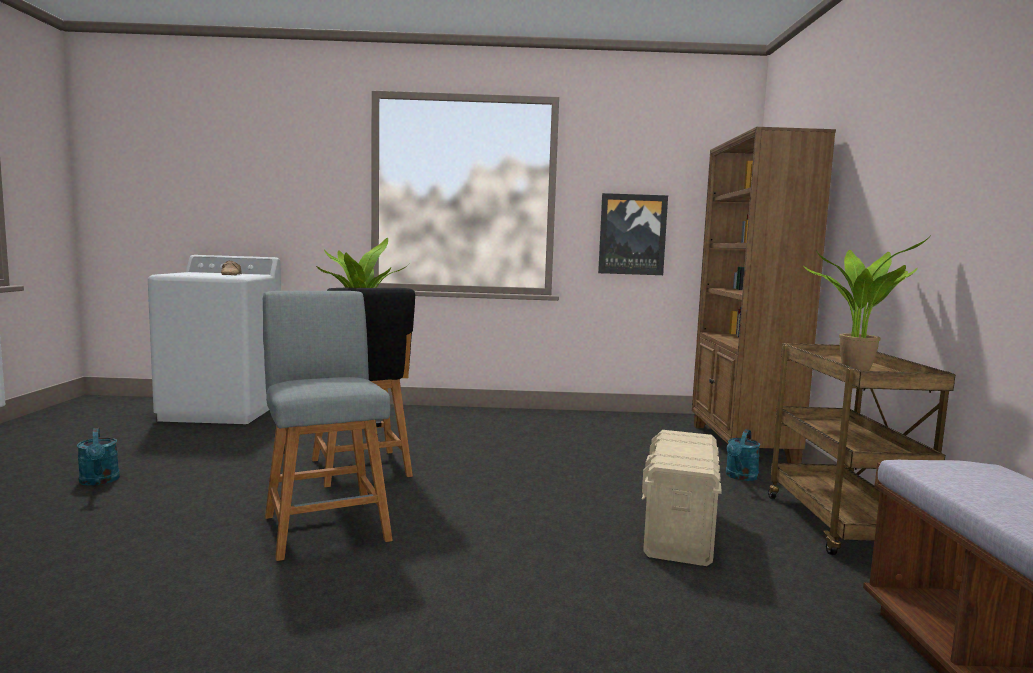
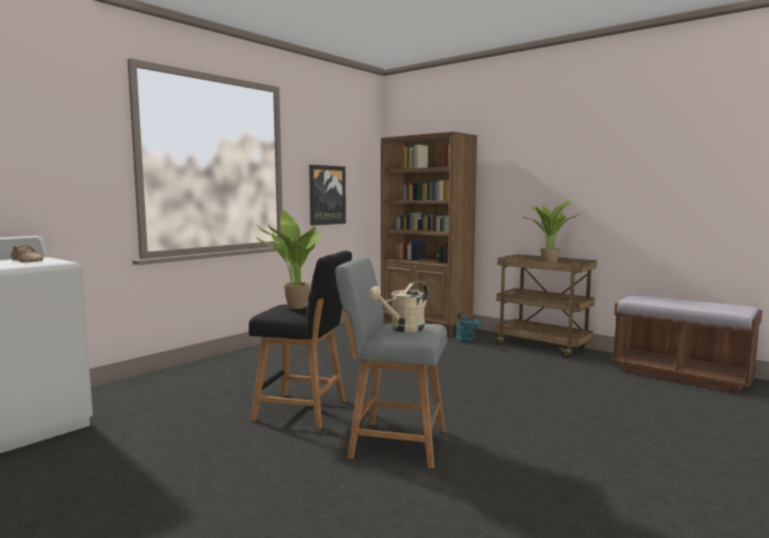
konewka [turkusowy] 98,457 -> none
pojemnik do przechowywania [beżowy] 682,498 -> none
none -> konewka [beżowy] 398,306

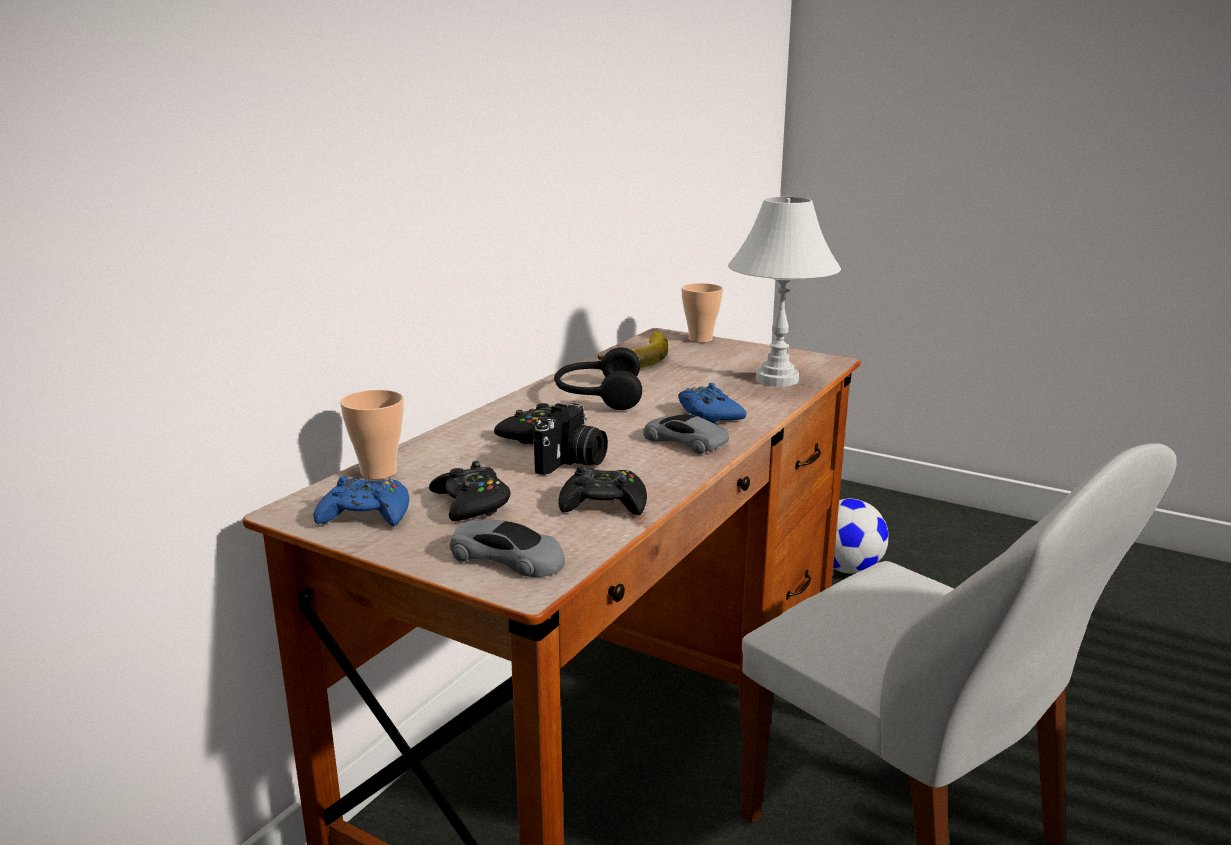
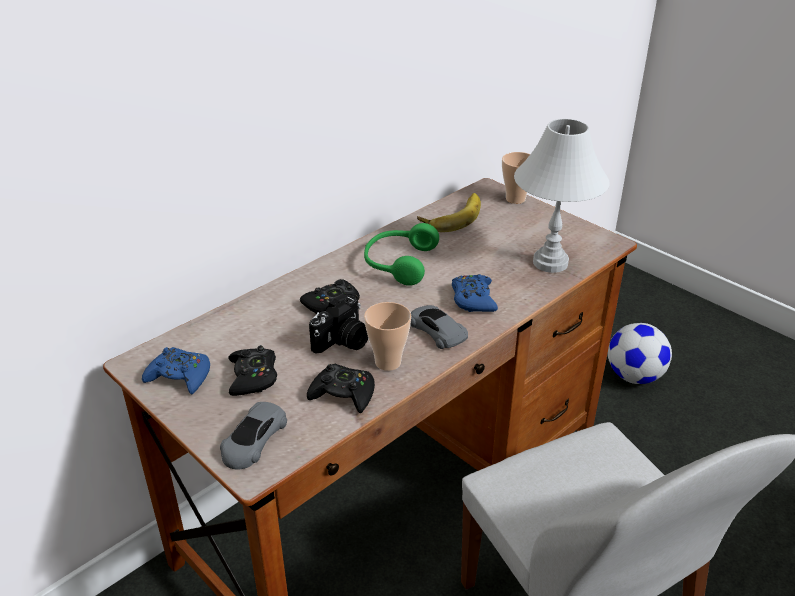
filiżanka 372,435 -> filiżanka 387,336, shifted
słuchawki [czarny] 598,378 -> słuchawki [zielony] 401,254
samochodzik [szary] 507,548 -> samochodzik [szary] 253,436, 75 degrees clockwise

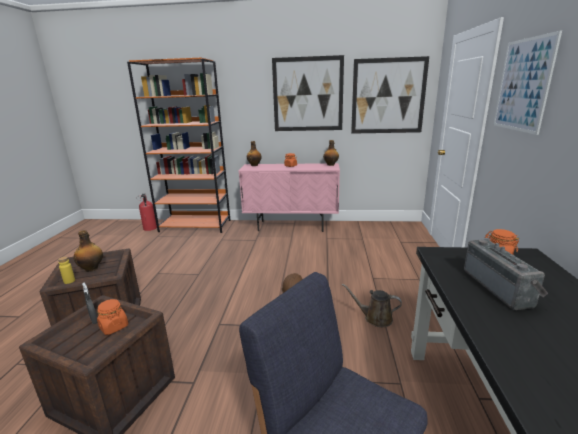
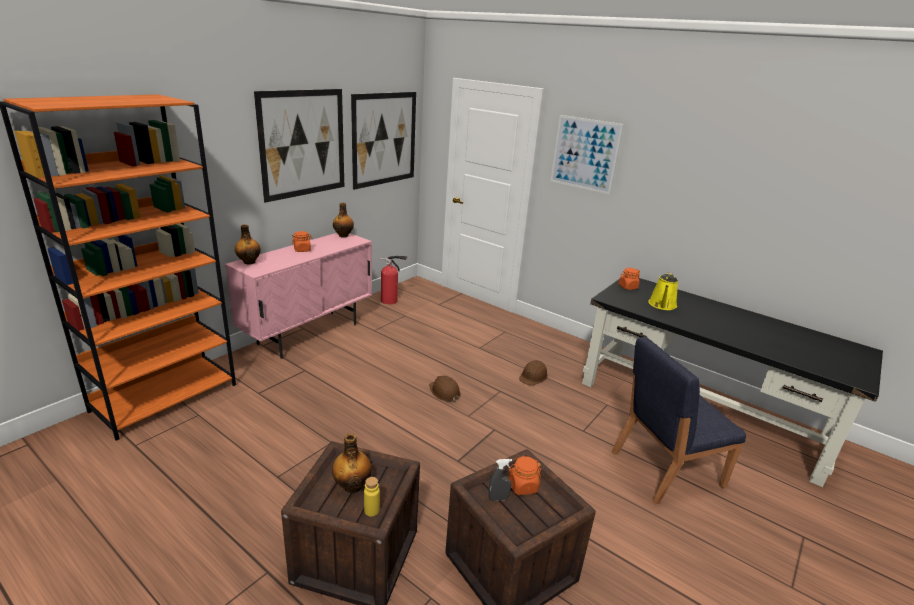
gaśnica 147,212 -> gaśnica 393,280, shifted
konewka [brązowy] 372,305 -> kask [brązowy] 533,373
radio 506,274 -> konewka [żółty] 663,291

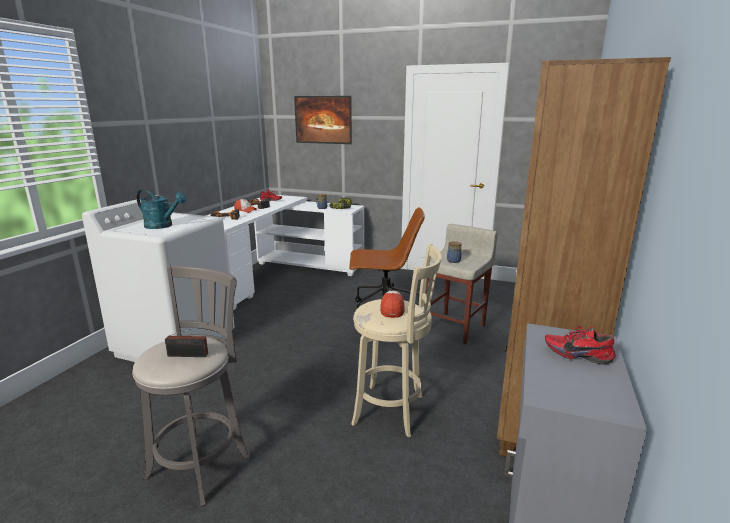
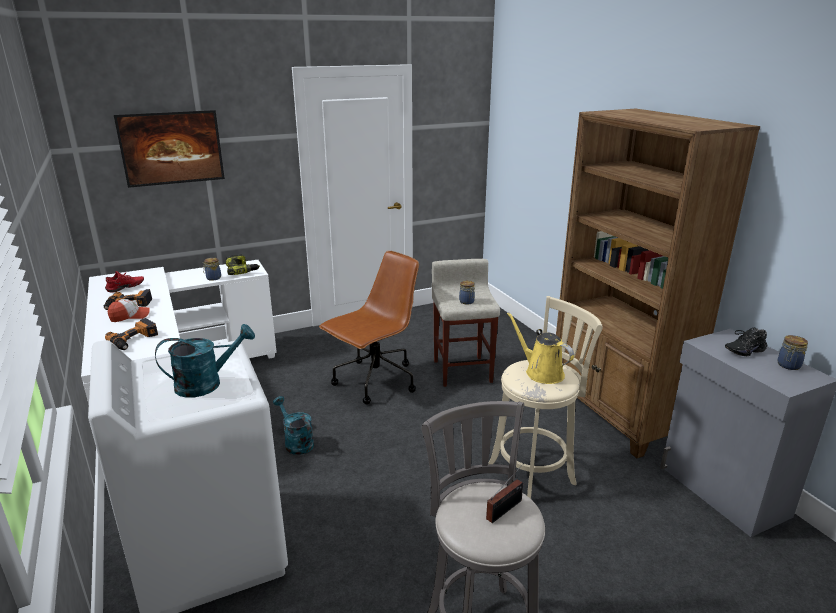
none -> konewka [turkusowy] 293,425
none -> słoik 793,352
czapka z daszkiem 392,304 -> konewka [żółty] 540,348
but [czerwony] 580,345 -> but [czarny] 746,342

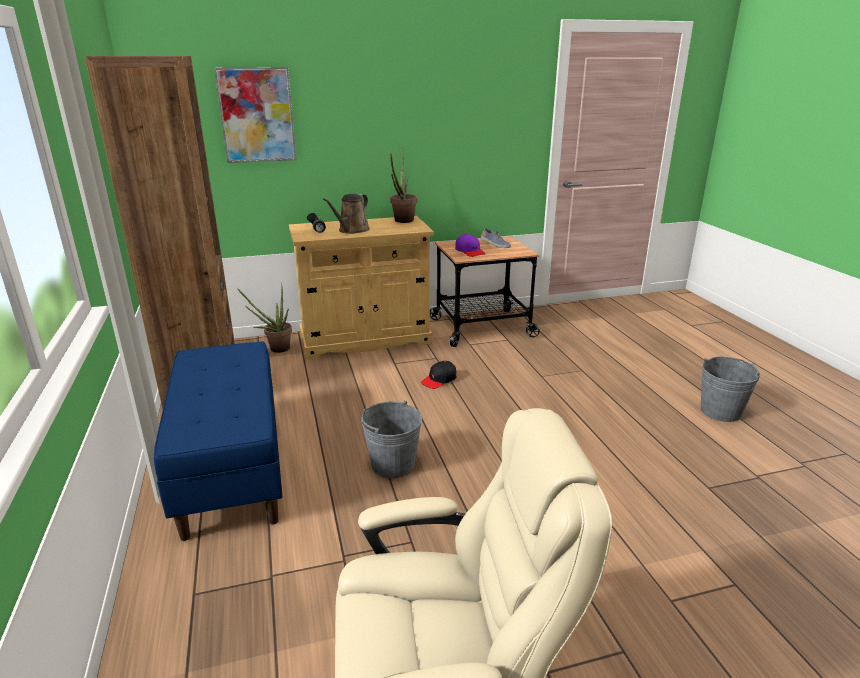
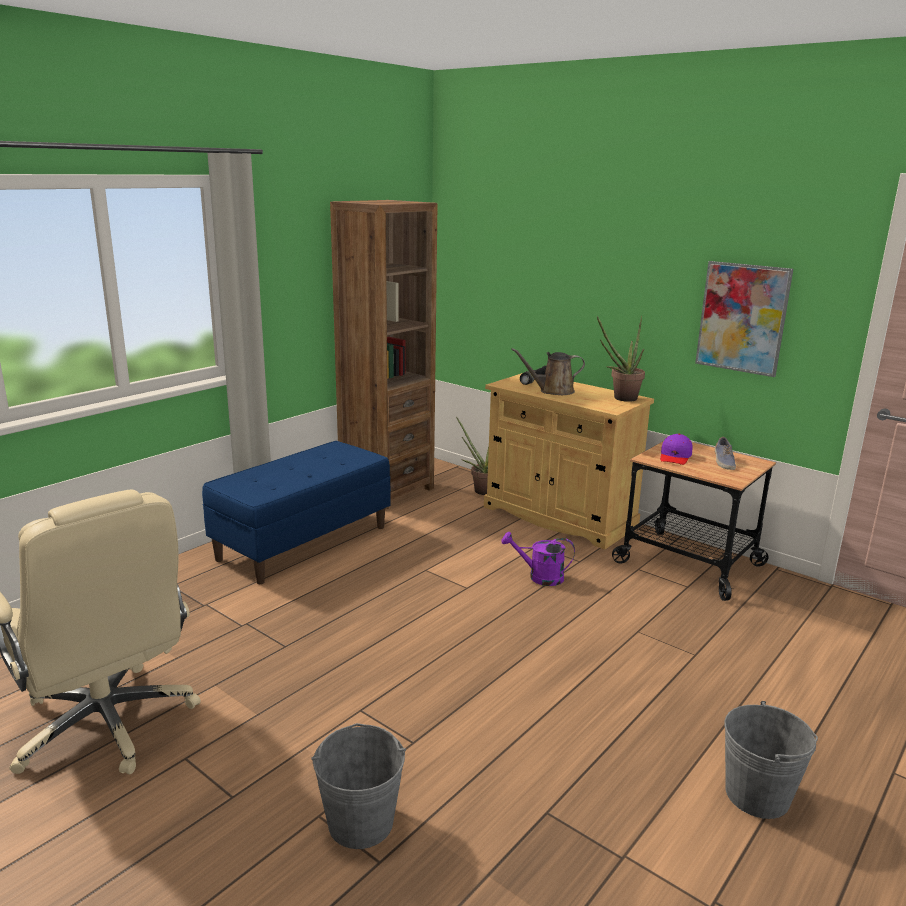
obraz 255,115 -> obraz 744,319, shifted
wiadro [szary] 391,439 -> wiadro [szary] 358,786, shifted
czapka z daszkiem [czarny] 438,375 -> konewka [fioletowy] 538,559

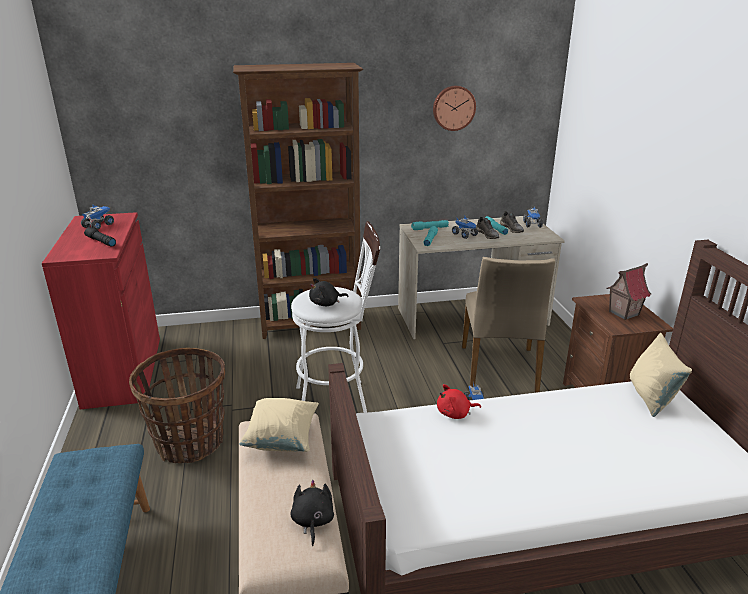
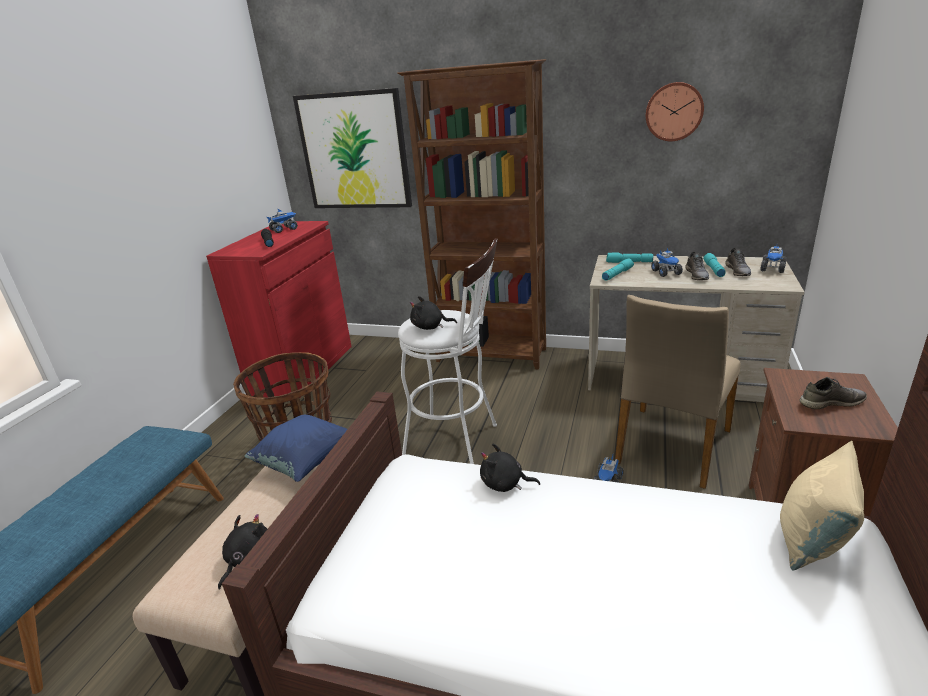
none -> obraz 352,148
domek 628,291 -> but [szary] 833,393
poduszka [beżowy] 279,425 -> poduszka [niebieski] 296,448
pluszak [czerwony] 459,401 -> pluszak [czarny] 510,467

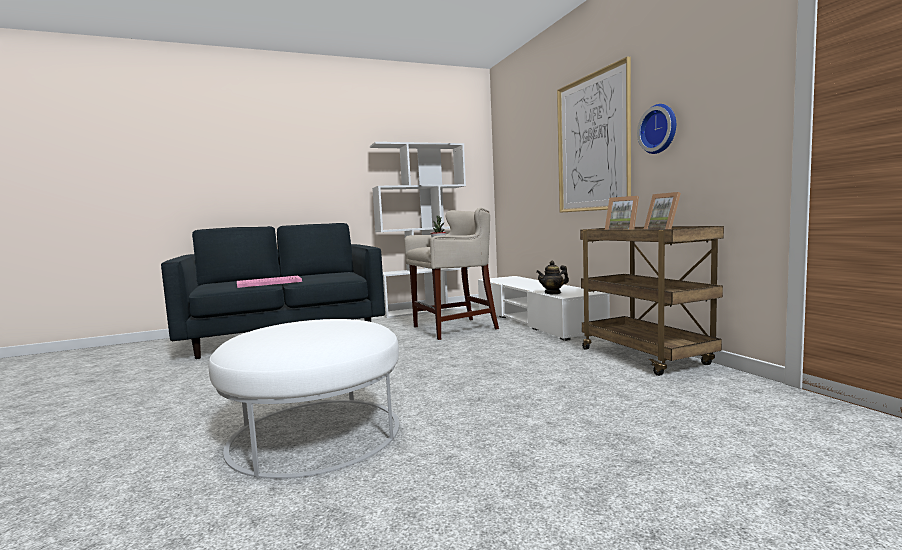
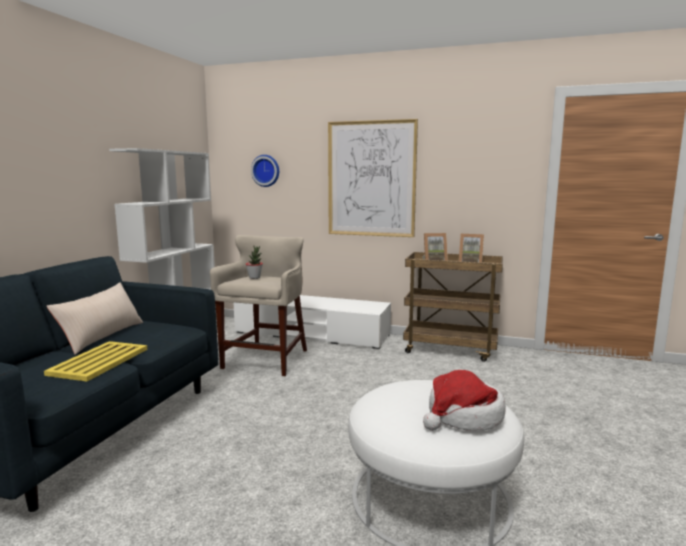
imbryk 552,277 -> none
none -> poduszka [beżowy] 94,318
none -> kapelusz 464,400
zegar ścienny 656,129 -> zegar ścienny 265,171, shifted
taca [różowy] 269,282 -> taca [żółty] 95,361

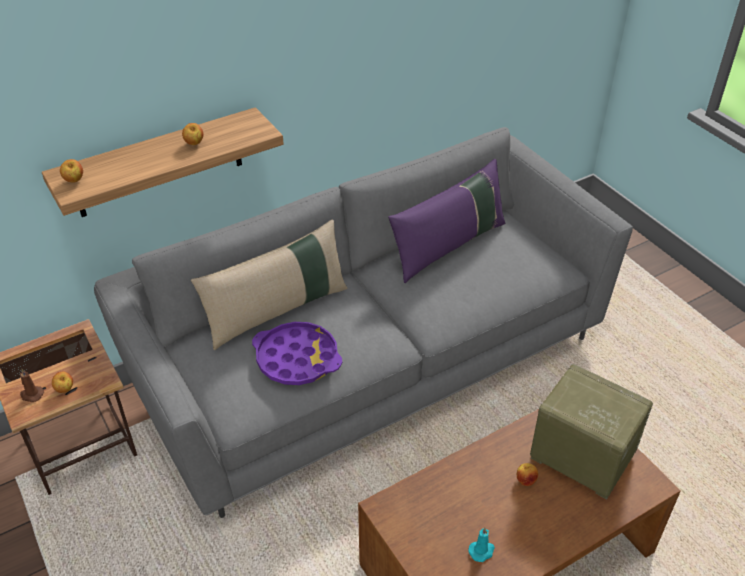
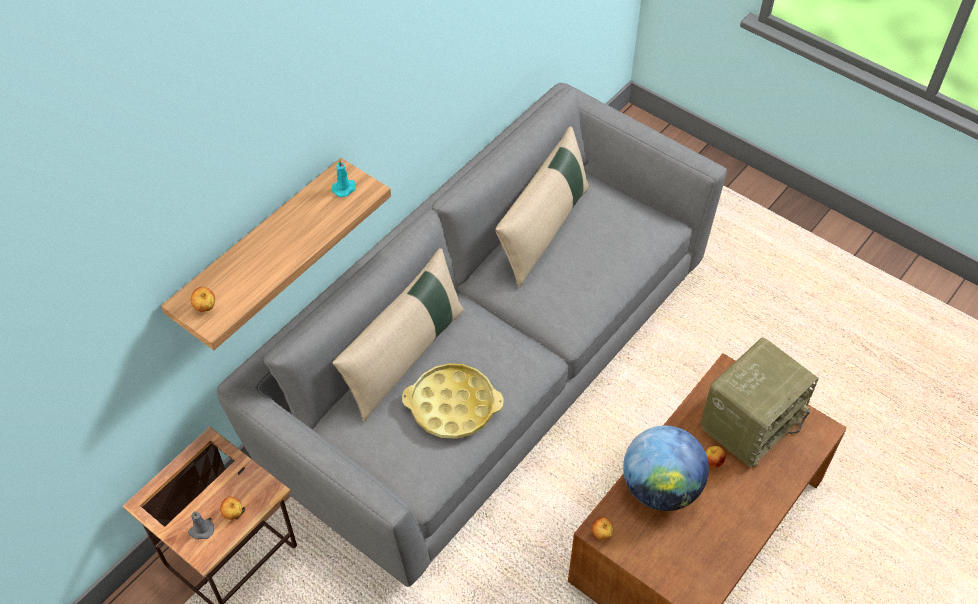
none -> globus 666,468
jabłko 193,134 -> jabłko 602,528, shifted
świeca [turkusowy] 481,545 -> świeca [turkusowy] 344,178, shifted
świeca [brązowy] 32,385 -> świeca [szary] 201,525
taca [fioletowy] 297,353 -> taca [żółty] 452,401
poduszka [fioletowy] 446,221 -> poduszka [beżowy] 542,206
radio 591,432 -> radio 760,402, 120 degrees clockwise

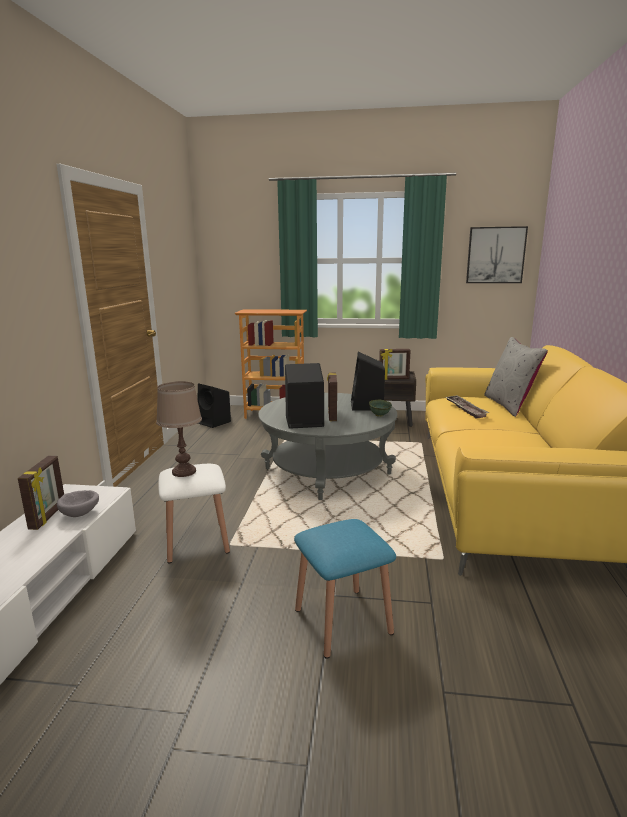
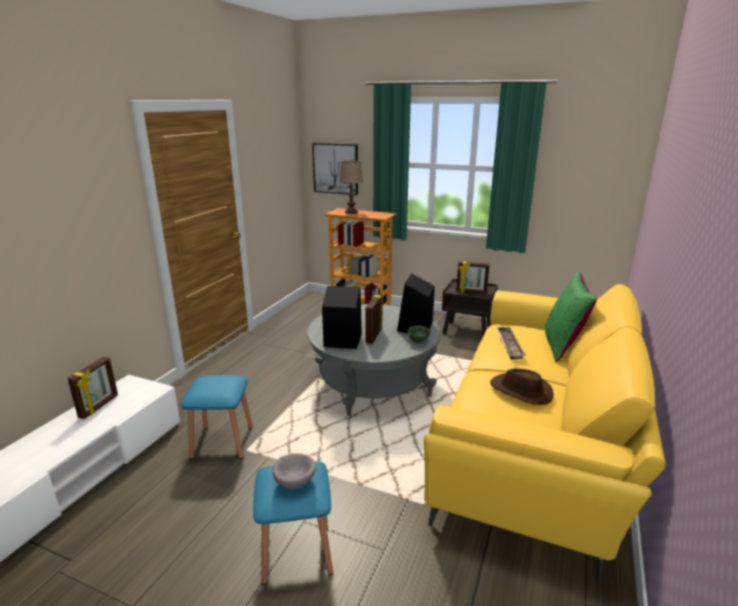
głośnik [czarny] 214,405 -> none
none -> kapelusz [brązowy] 522,387
miska [szary] 78,503 -> miska [szary] 294,471, shifted
lampa stołowa [brązowy] 179,429 -> lampa stołowa [brązowy] 351,187, shifted
obraz 497,254 -> obraz 335,169, shifted
stołek [biały] 194,513 -> stołek [niebieski] 217,417
poduszka [szary] 516,377 -> poduszka [zielony] 571,317

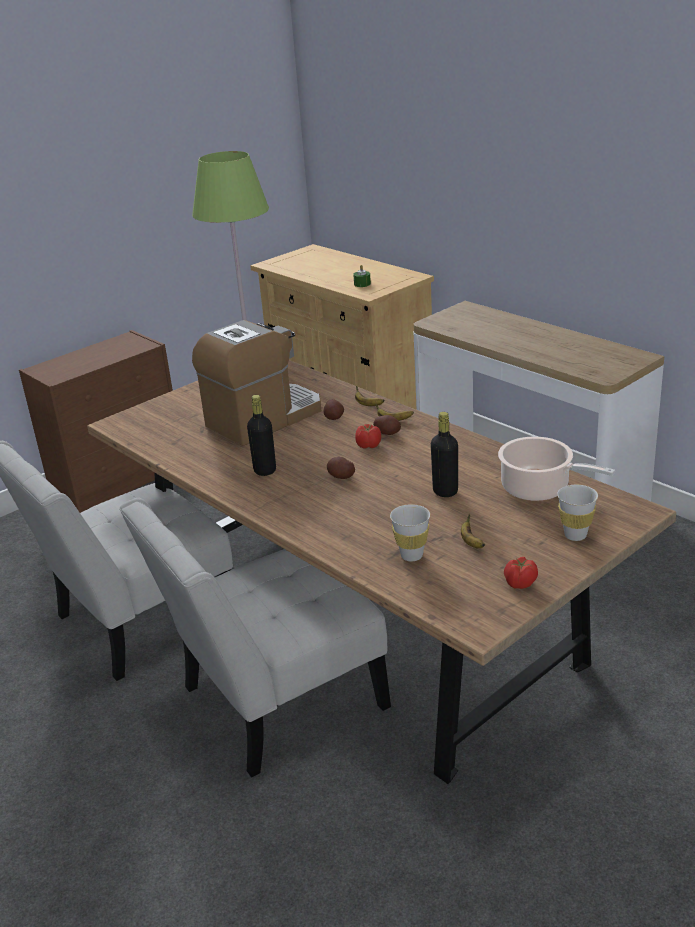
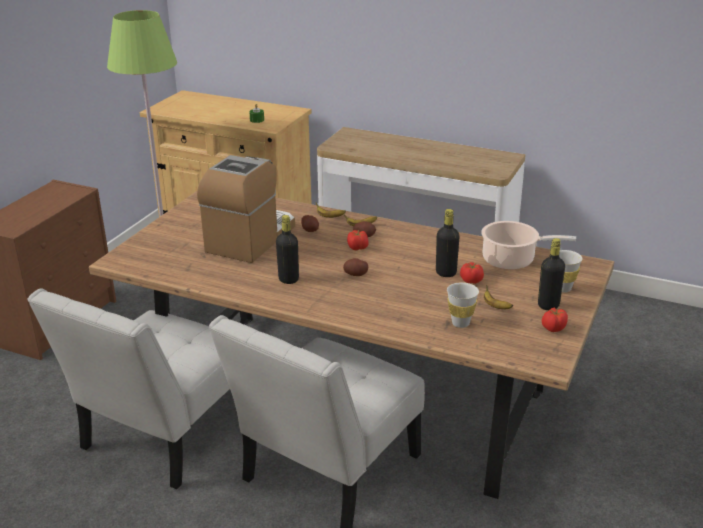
none -> pomidor 472,273
none -> butelka [czarny] 551,274

